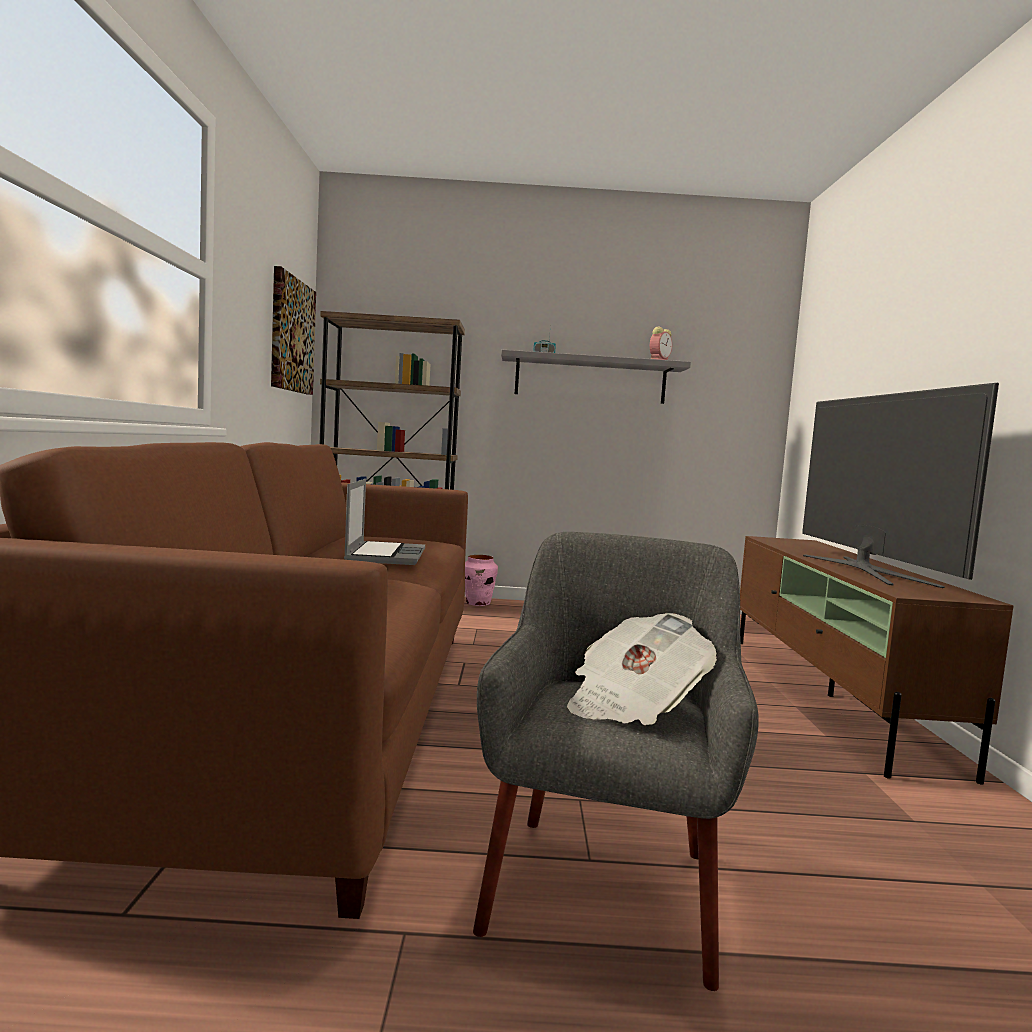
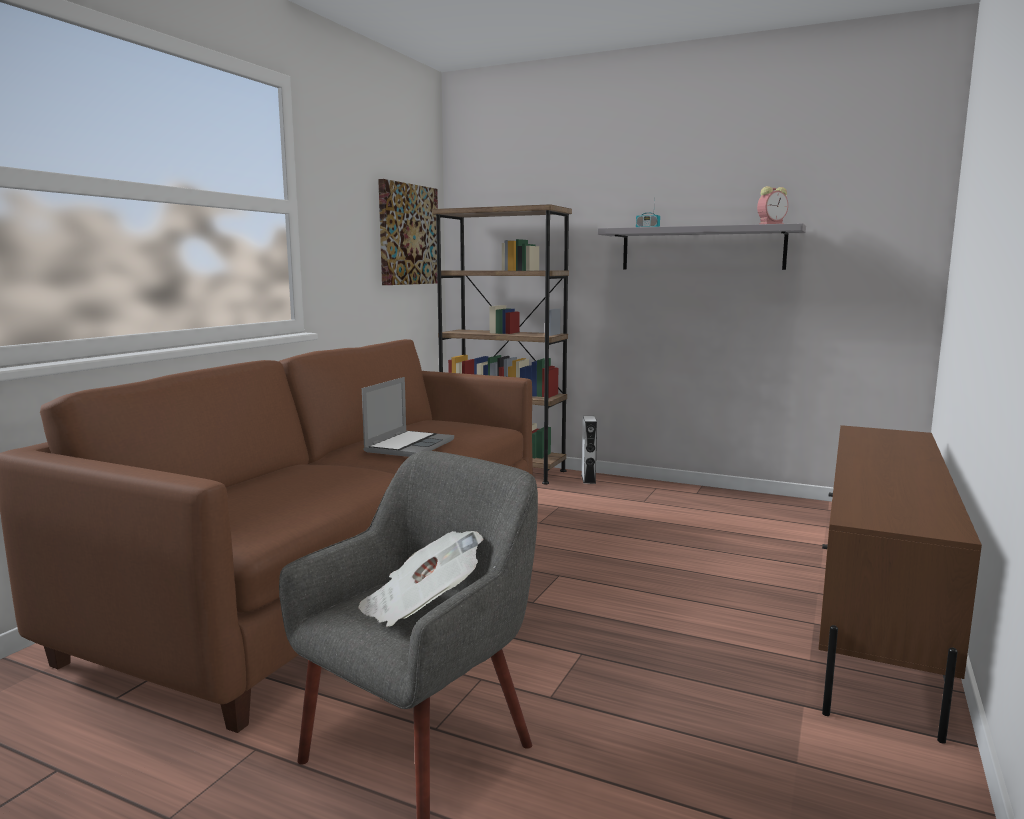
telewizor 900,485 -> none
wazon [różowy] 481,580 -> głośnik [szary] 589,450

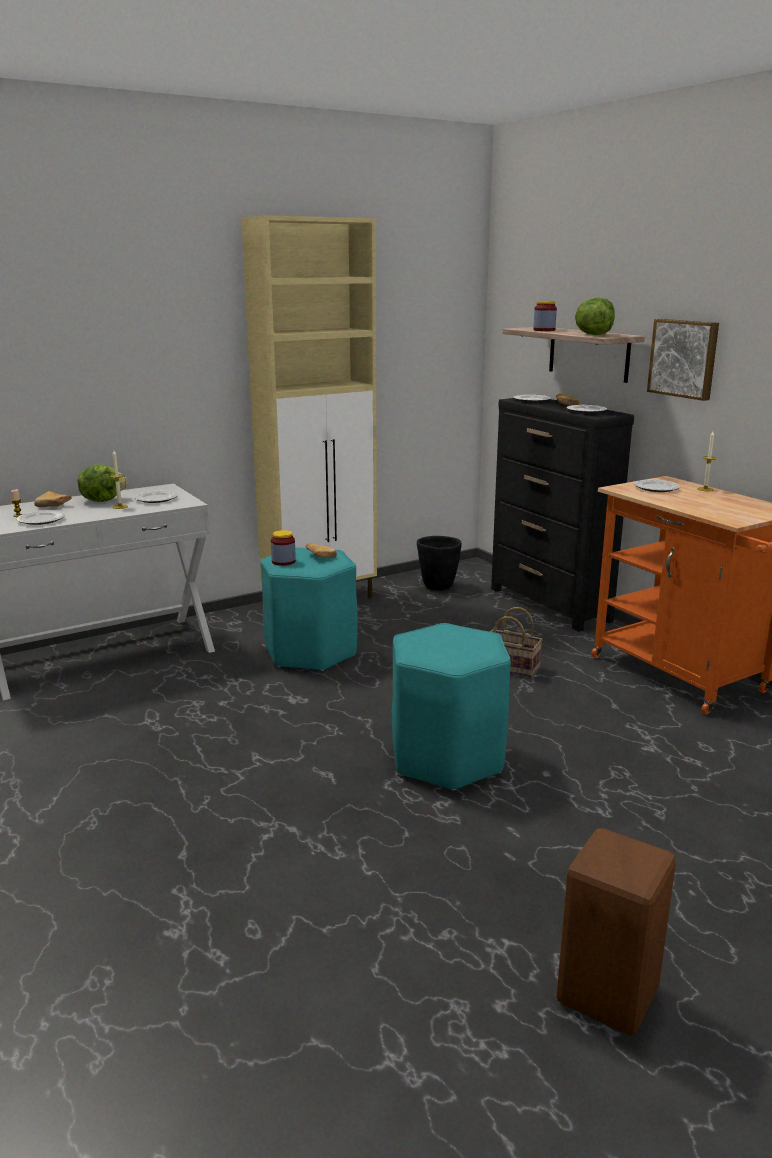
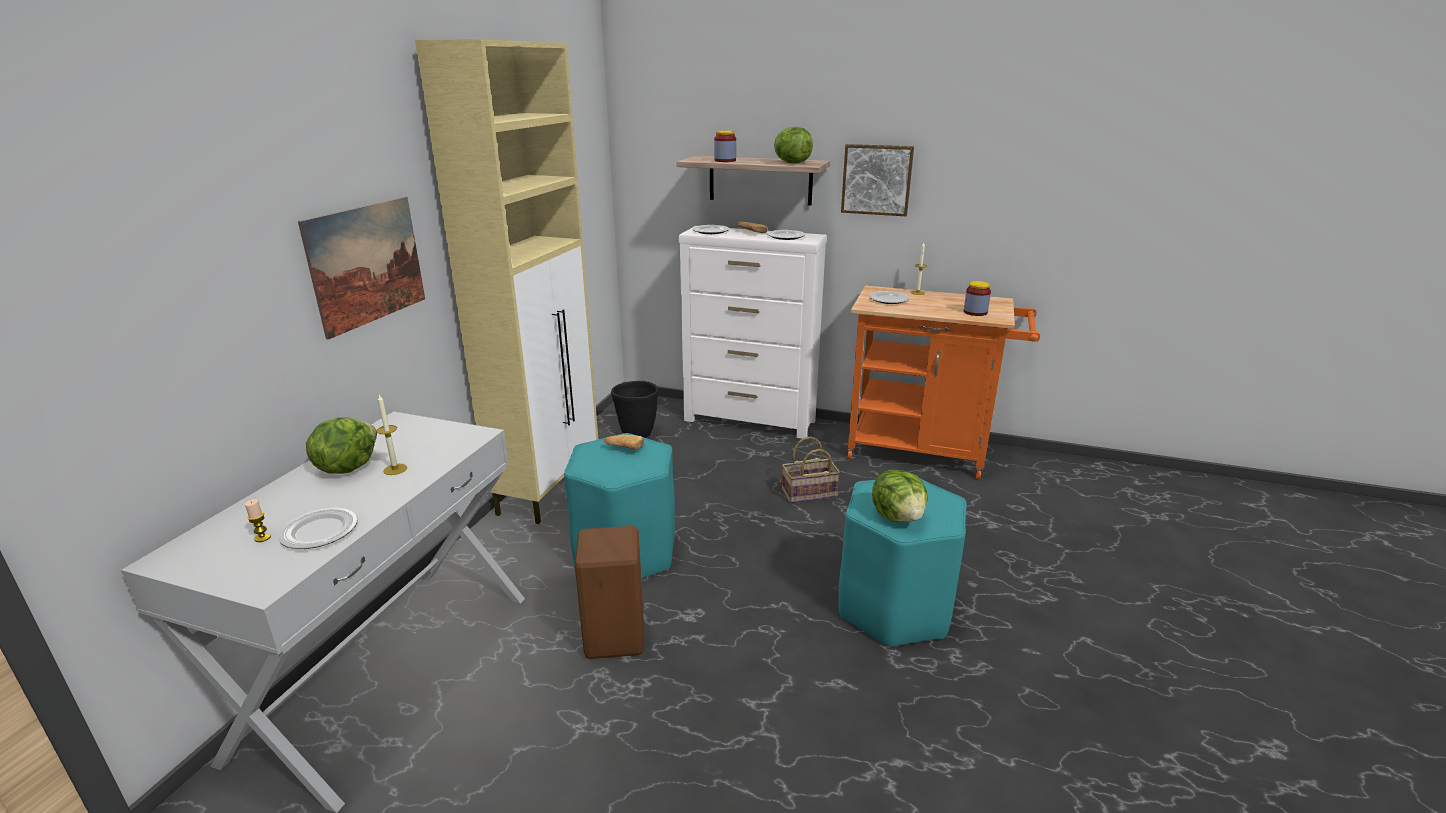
chleb 53,499 -> none
talerz 156,497 -> none
none -> obraz 361,268
none -> sałata 900,496
słoik 283,548 -> słoik 977,298, shifted
stołek [brązowy] 616,931 -> stołek [brązowy] 609,592, shifted
komoda [czarny] 562,515 -> komoda [biały] 753,332

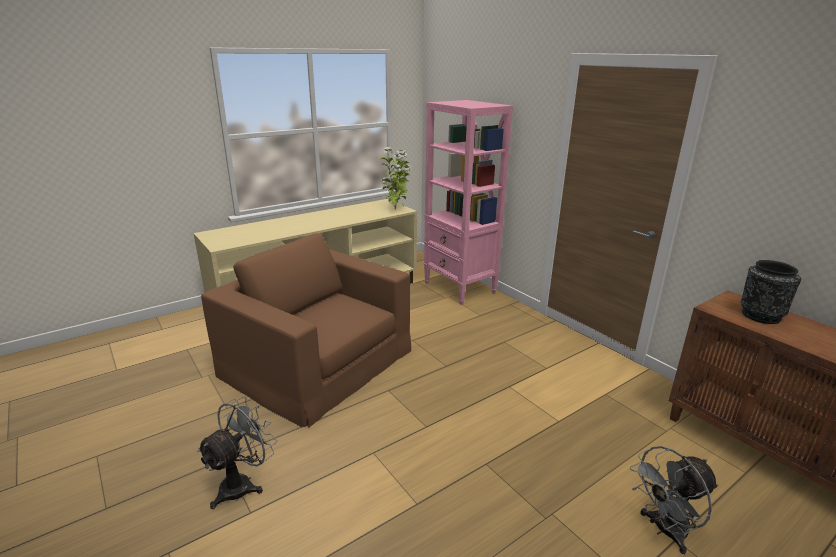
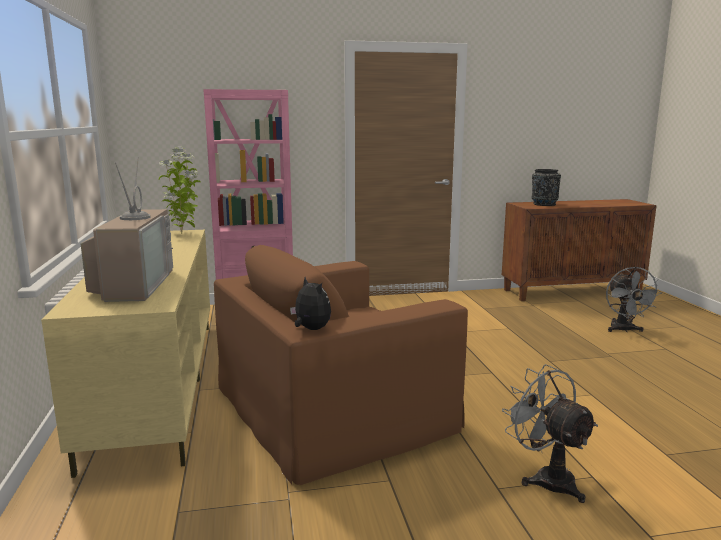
none -> telewizor 127,229
none -> pluszak 310,303

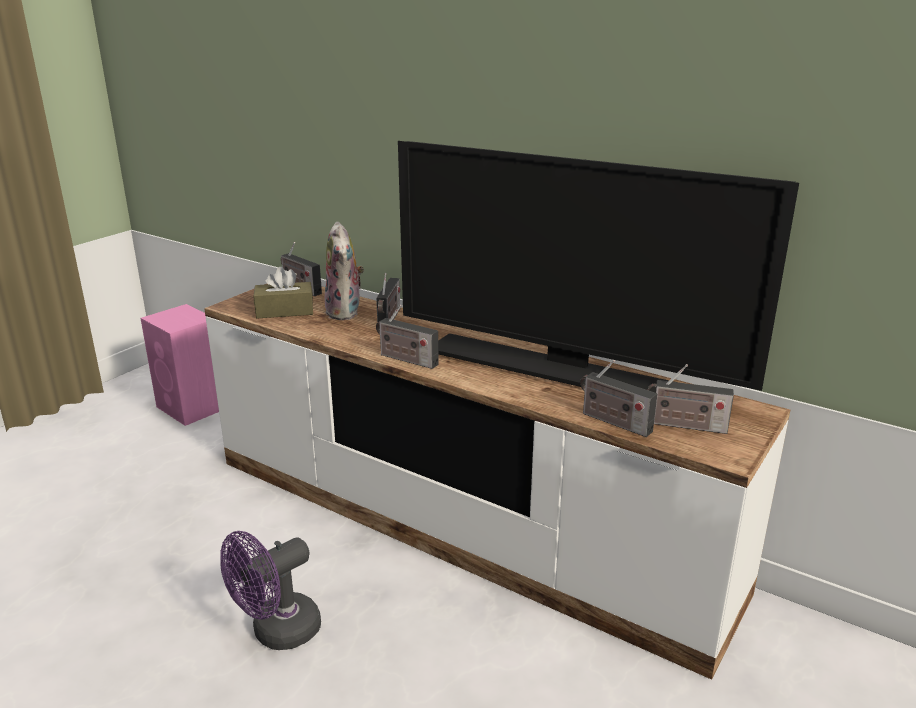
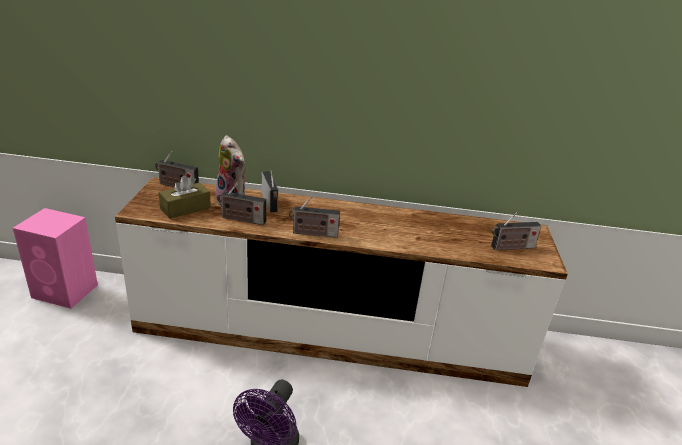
telewizor 598,266 -> none
radio 618,398 -> radio 242,203, shifted

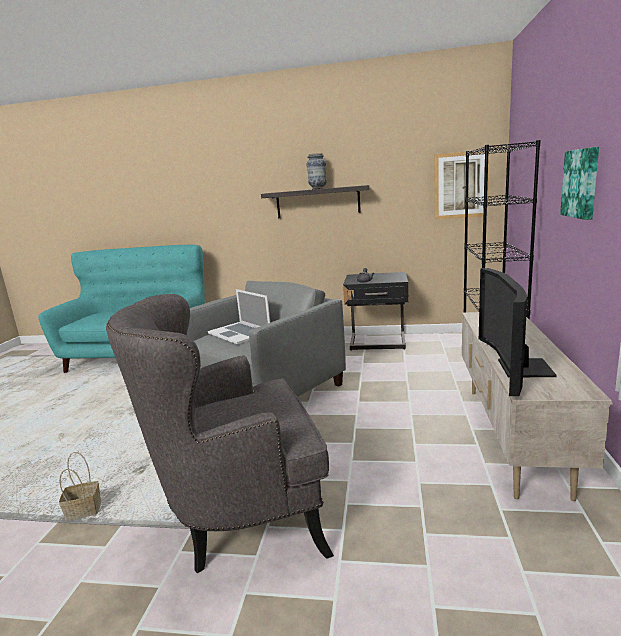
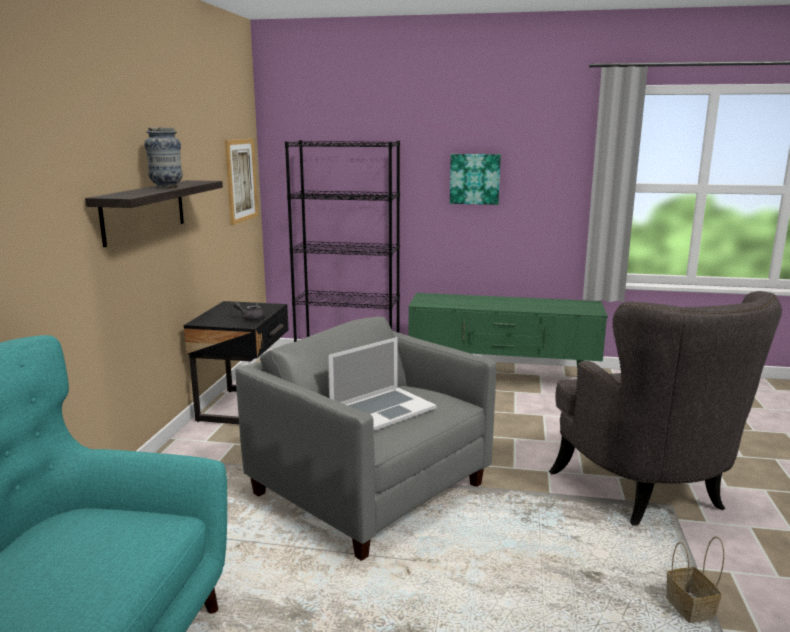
telewizor 518,332 -> none
szafka pod telewizor [beżowy] 537,406 -> szafka pod telewizor [zielony] 508,332

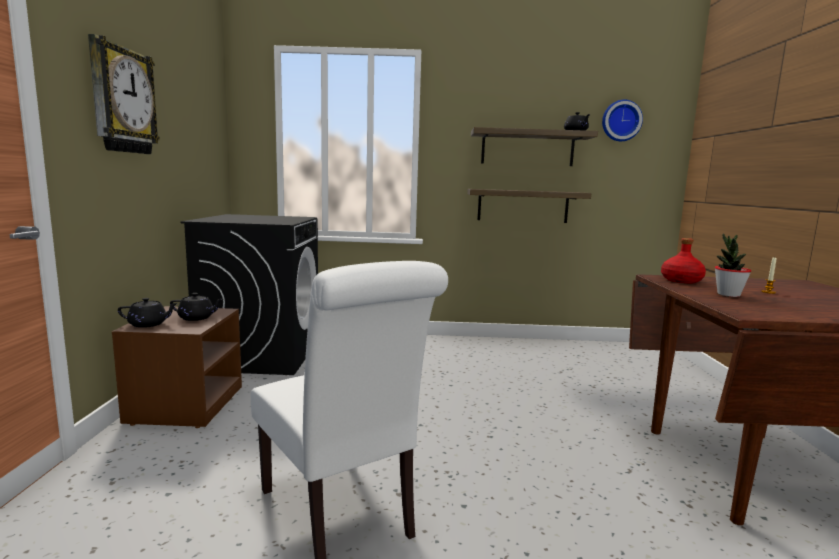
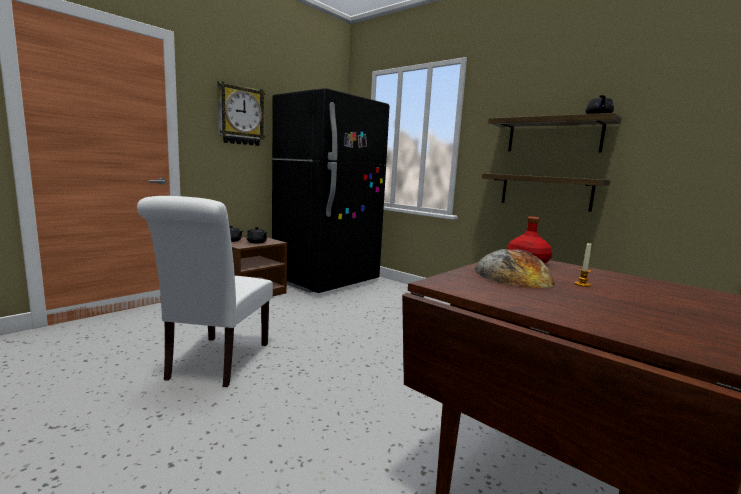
zegar ścienny 622,120 -> none
pralka [czarny] 249,294 -> lodówka [czarny] 331,190
roślina doniczkowa 733,265 -> chleb 514,268

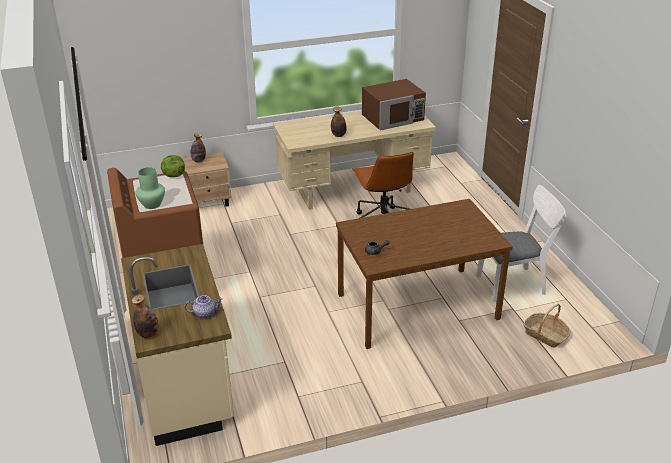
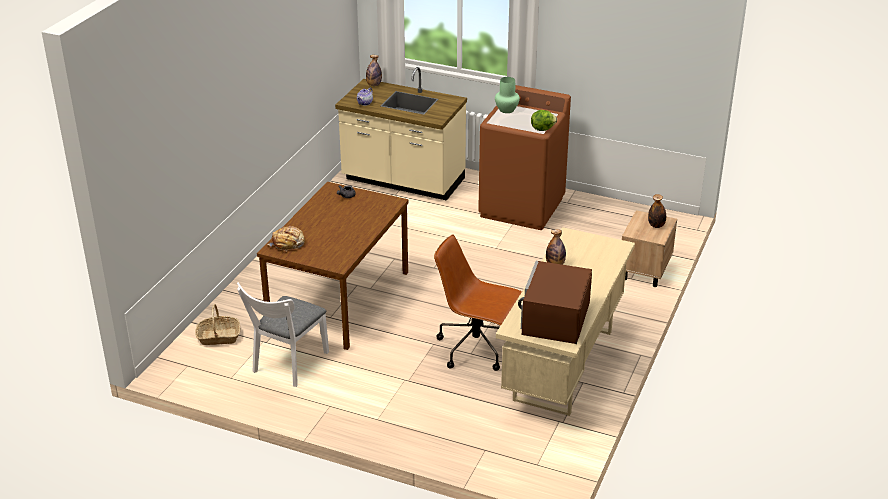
none -> chleb 286,239

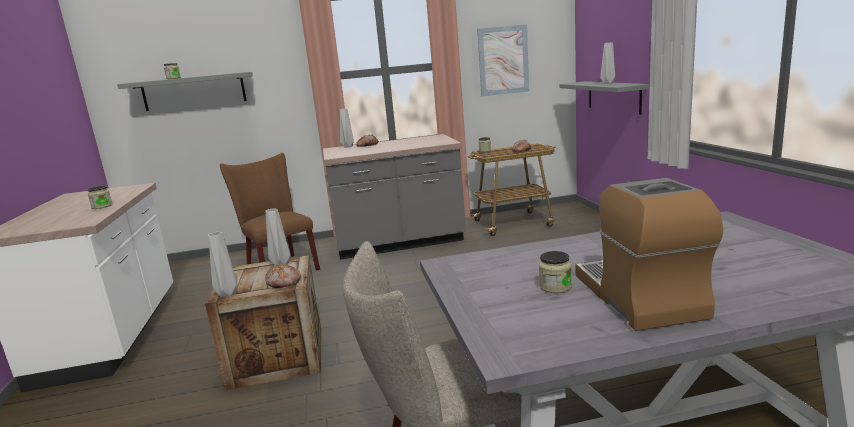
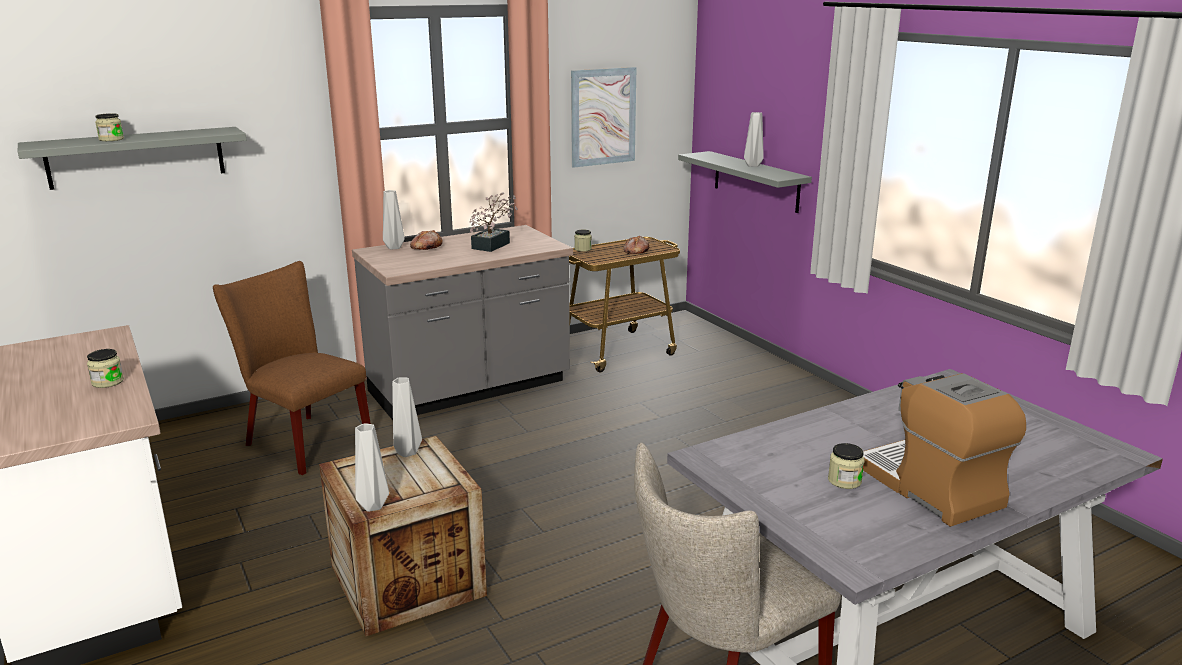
chleb 283,275 -> none
none -> roślina doniczkowa 494,222

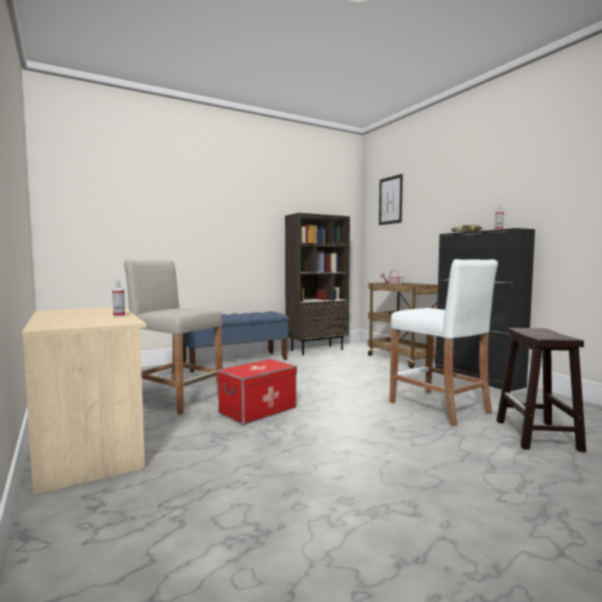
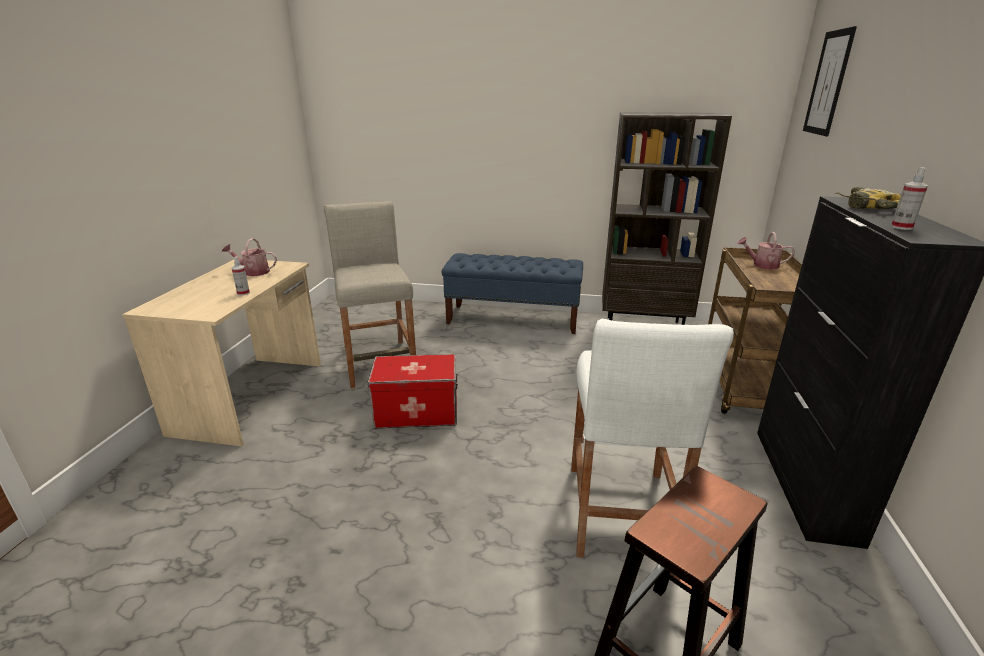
none -> konewka 249,257

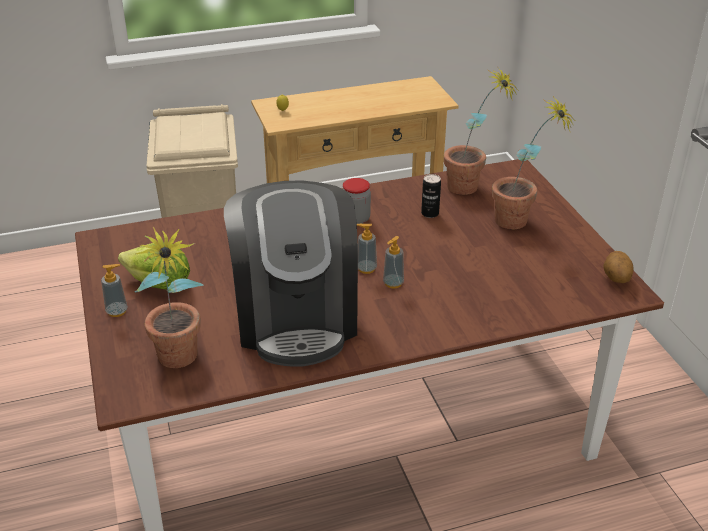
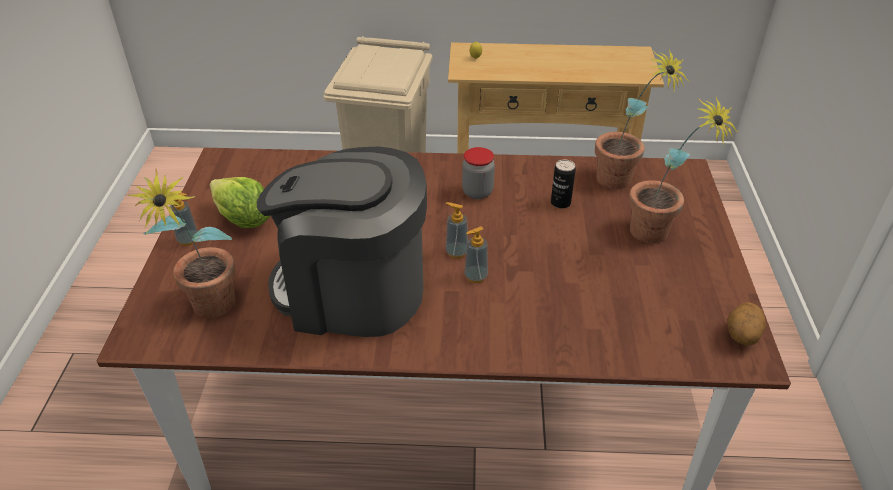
ekspres do kawy 291,274 -> ekspres do kawy 342,242, 90 degrees clockwise

